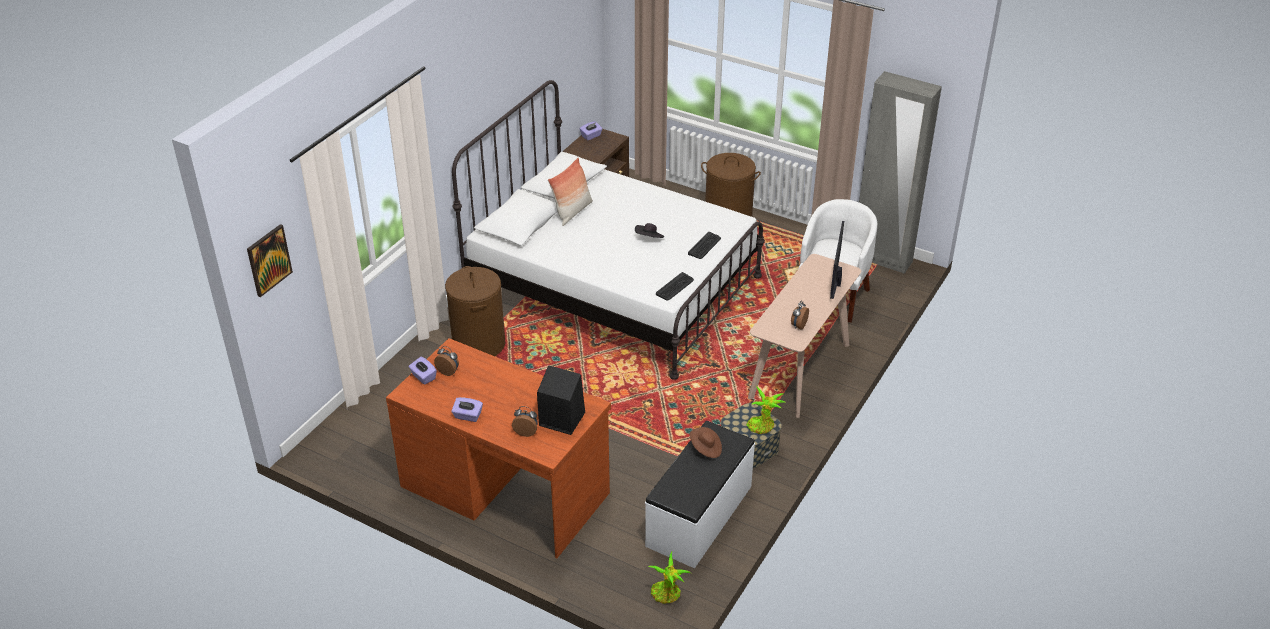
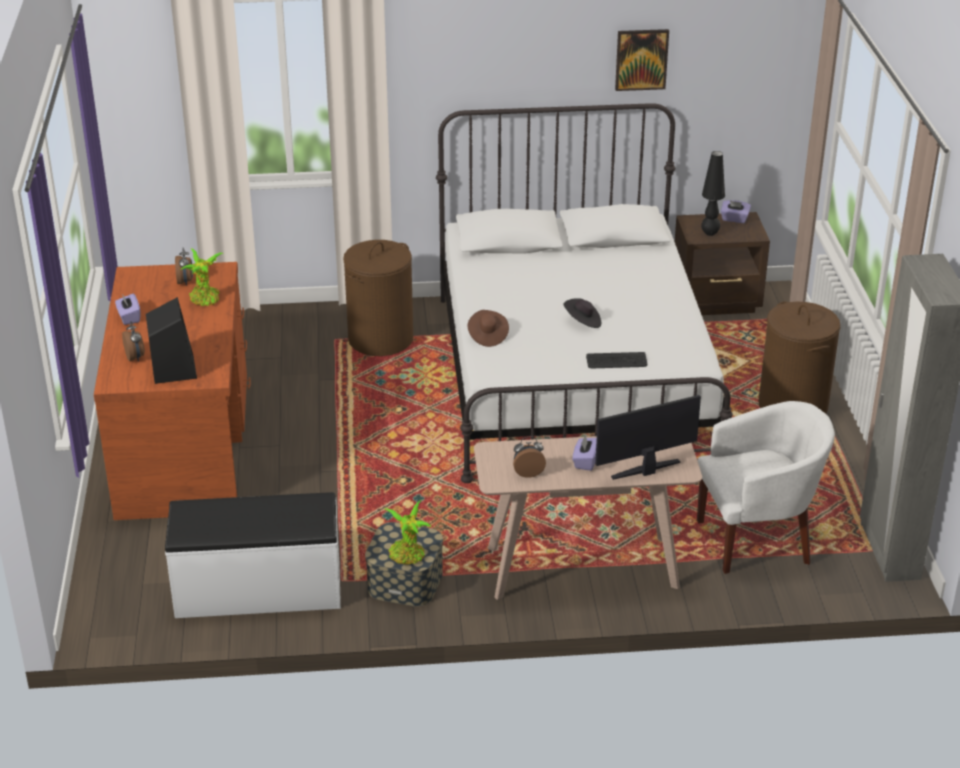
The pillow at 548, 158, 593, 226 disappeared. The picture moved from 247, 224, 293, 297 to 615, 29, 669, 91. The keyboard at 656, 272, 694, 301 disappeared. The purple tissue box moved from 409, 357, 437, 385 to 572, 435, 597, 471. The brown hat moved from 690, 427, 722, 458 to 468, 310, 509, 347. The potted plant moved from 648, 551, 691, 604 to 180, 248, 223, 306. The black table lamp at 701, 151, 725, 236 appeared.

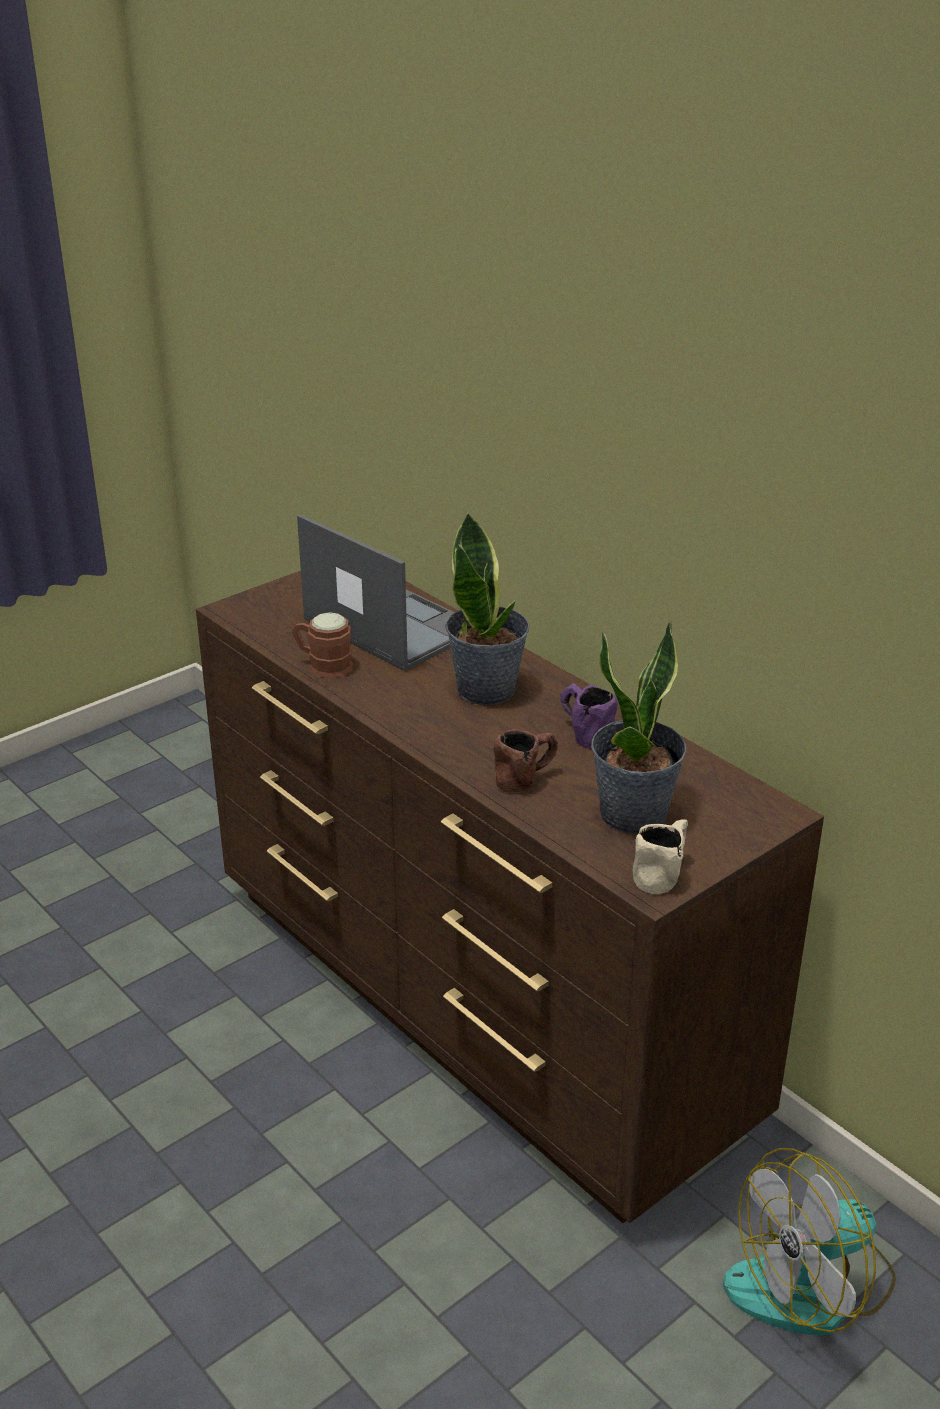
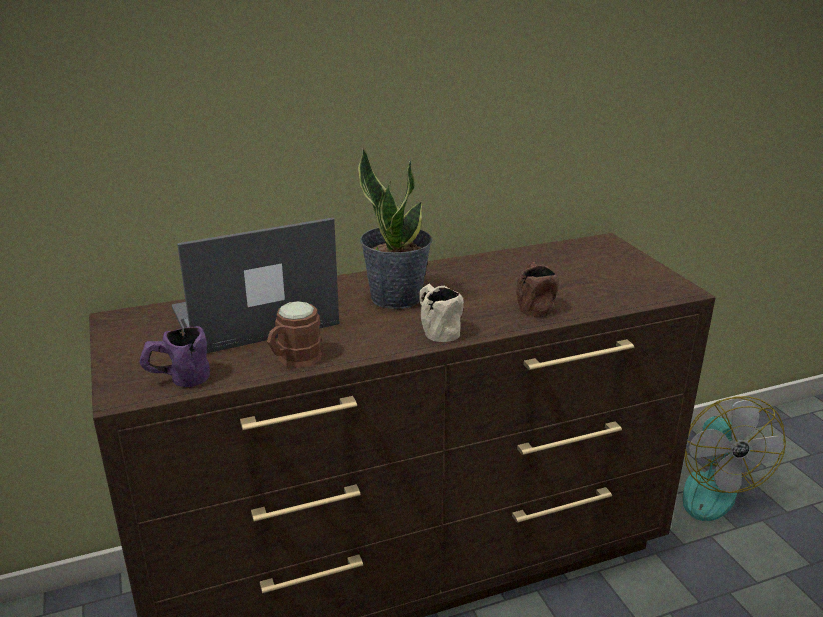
The potted plant at 591, 620, 687, 834 disappeared. The purple mug moved from 560, 683, 618, 749 to 140, 326, 210, 387. The beige mug moved from 633, 819, 688, 894 to 419, 283, 464, 342.

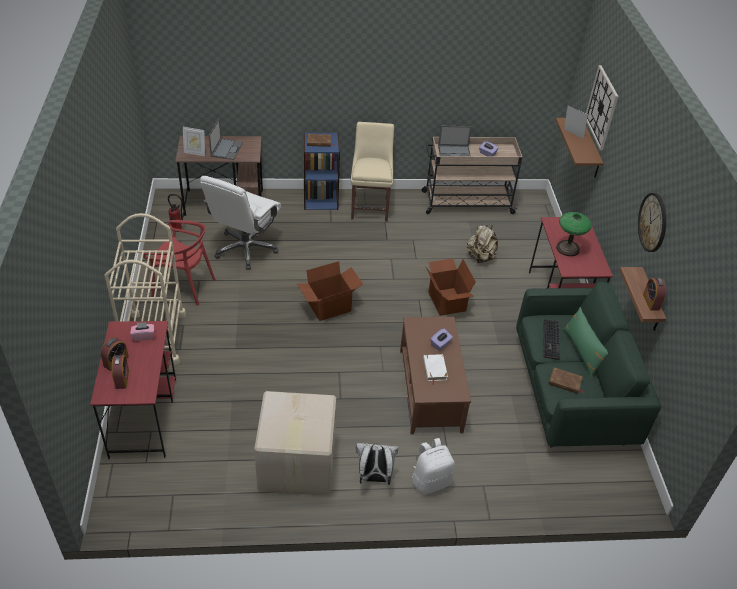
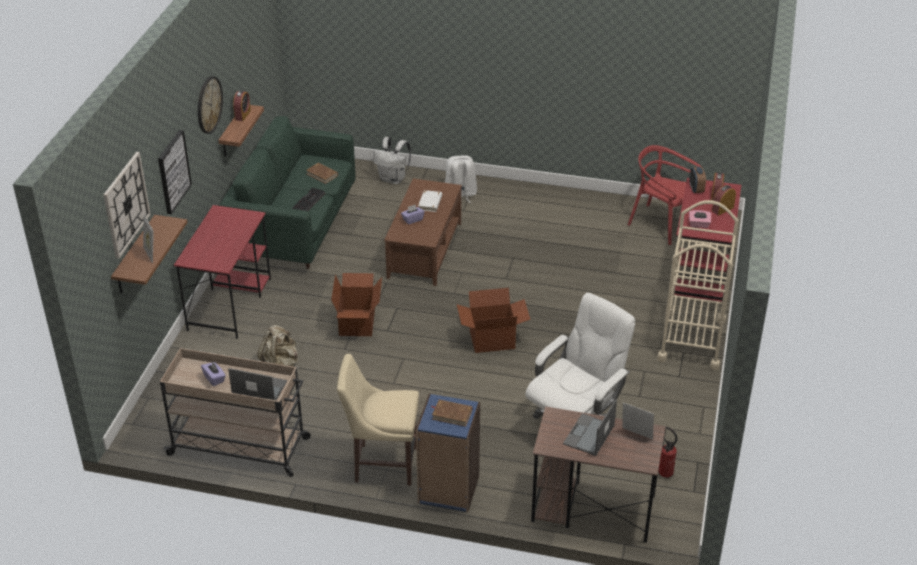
The beige chair at 351, 122, 394, 222 turned 75 degrees clockwise. The table lamp at 556, 212, 592, 257 disappeared. The red chair moved from 143, 220, 216, 306 to 628, 145, 701, 245. The green pillow at 563, 307, 608, 378 disappeared. The cardboard box at 254, 391, 336, 496 disappeared. The white backpack moved from 356, 443, 398, 485 to 373, 137, 411, 184. The picture at 158, 130, 192, 214 appeared. The alarm clock at 689, 167, 706, 193 appeared.

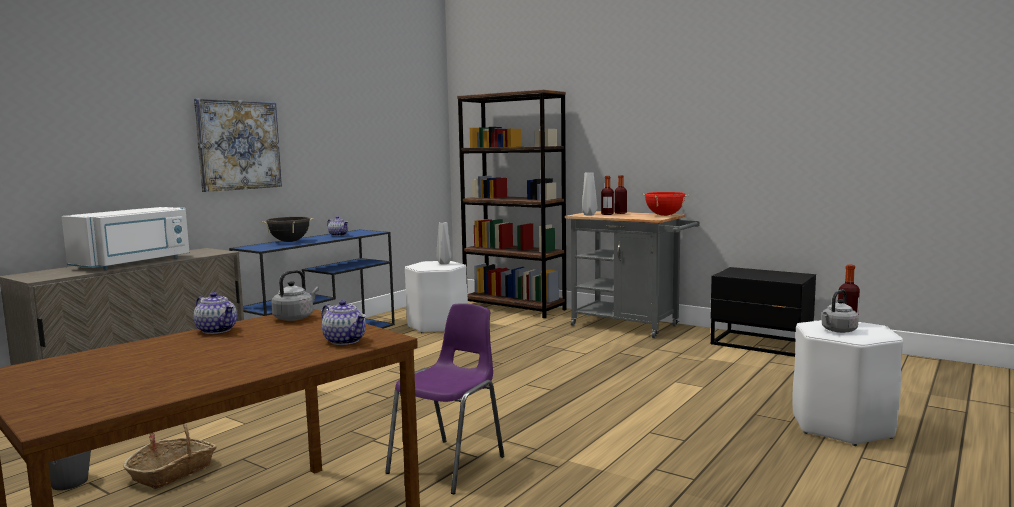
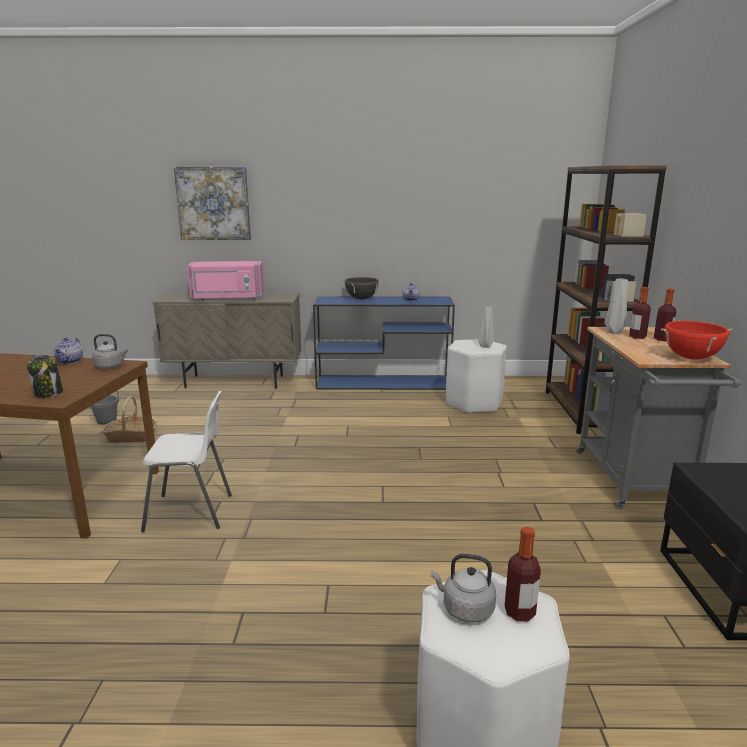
The picture moved from 194, 99, 282, 192 to 174, 167, 251, 240. The white microwave at 61, 207, 190, 270 became the pink microwave at 187, 261, 264, 300. The teapot at 322, 300, 366, 345 was replaced by the jar at 27, 355, 63, 398. The purple chair at 385, 303, 504, 494 became the white chair at 141, 391, 232, 532.

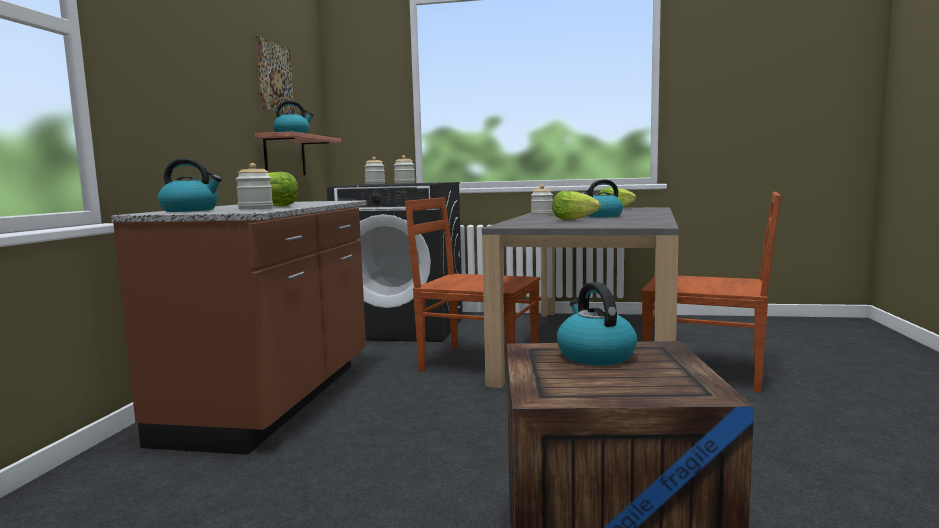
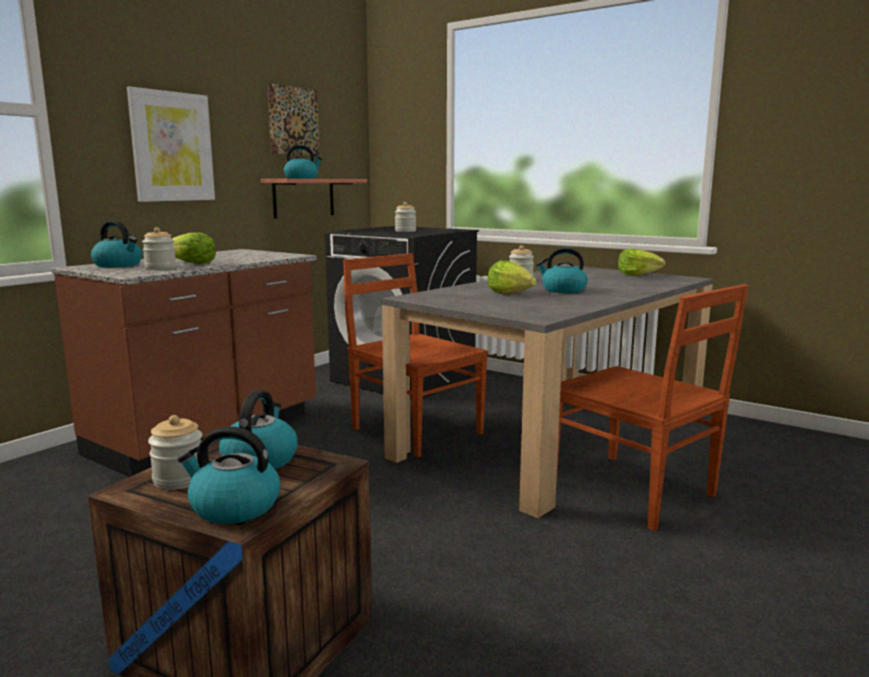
The jar moved from 364, 157, 385, 184 to 148, 415, 202, 490. The picture at 127, 87, 215, 202 appeared. The kettle at 178, 426, 280, 524 appeared.

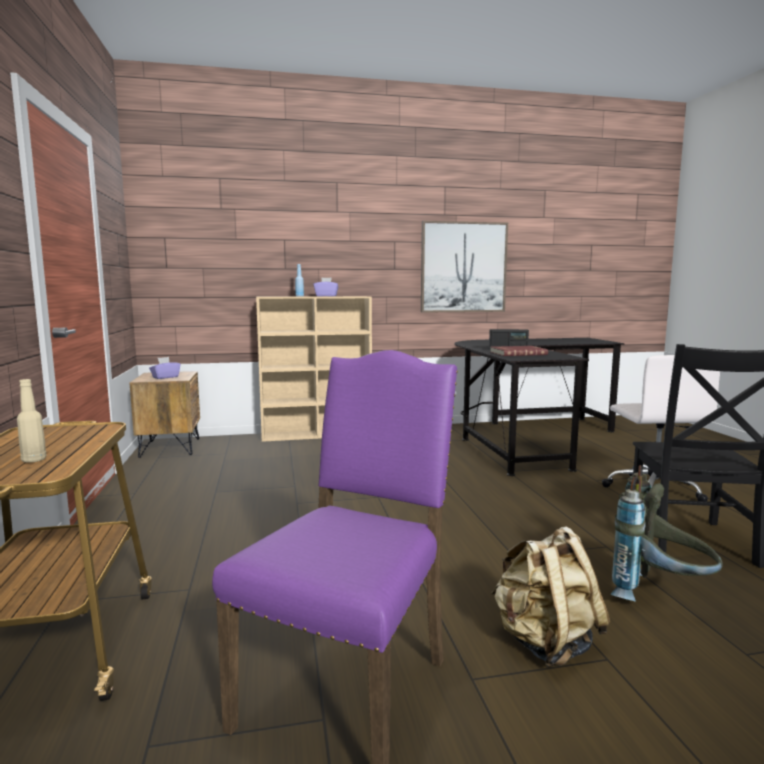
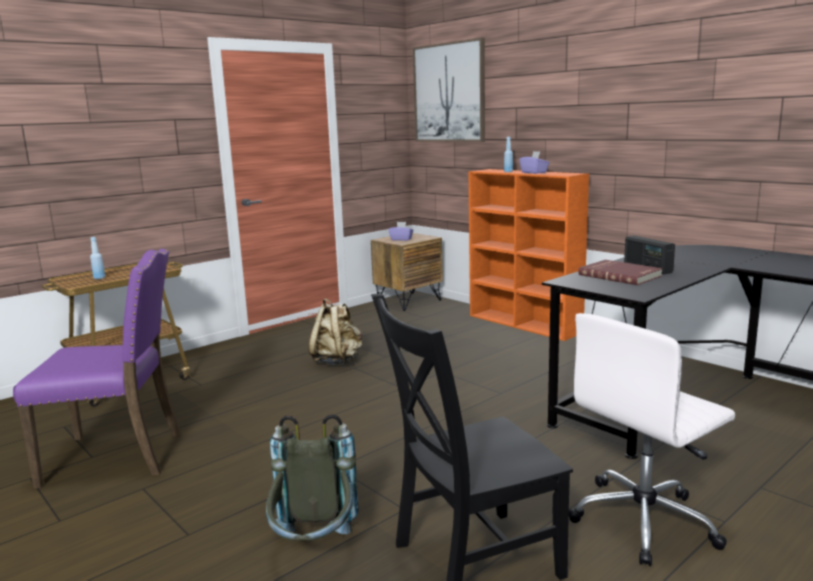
The picture moved from 421, 221, 508, 313 to 413, 38, 485, 142. The beige bookcase at 256, 296, 372, 442 became the orange bookcase at 469, 169, 589, 341. The beige bottle at 17, 379, 47, 463 became the blue bottle at 90, 237, 105, 279. The beige backpack moved from 491, 526, 610, 667 to 308, 299, 362, 365.

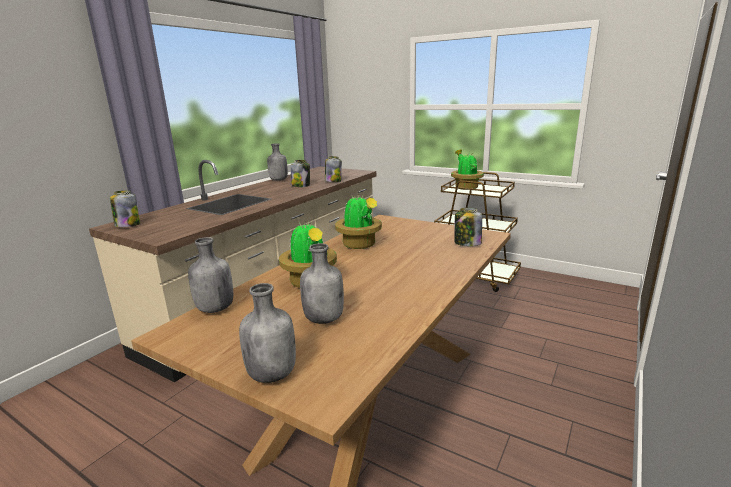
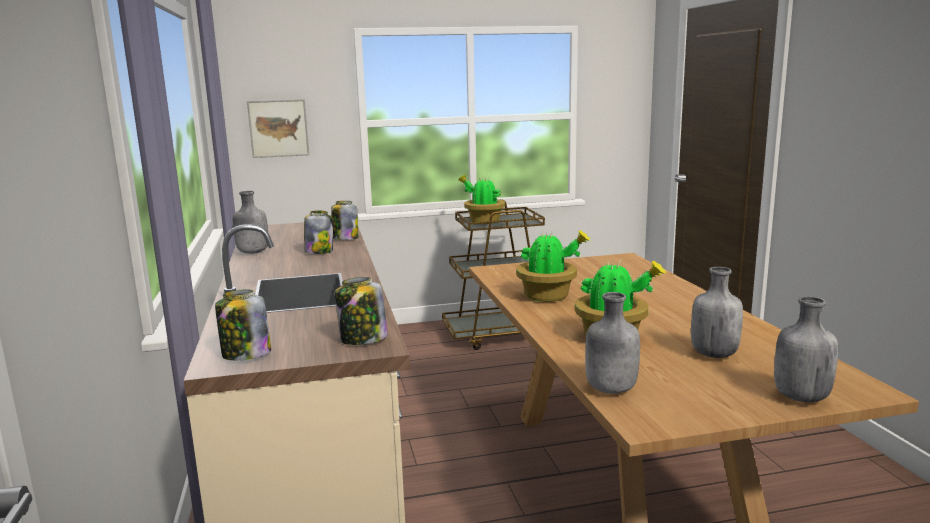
The jar moved from 454, 208, 482, 246 to 335, 277, 388, 345. The picture at 247, 99, 309, 158 appeared.

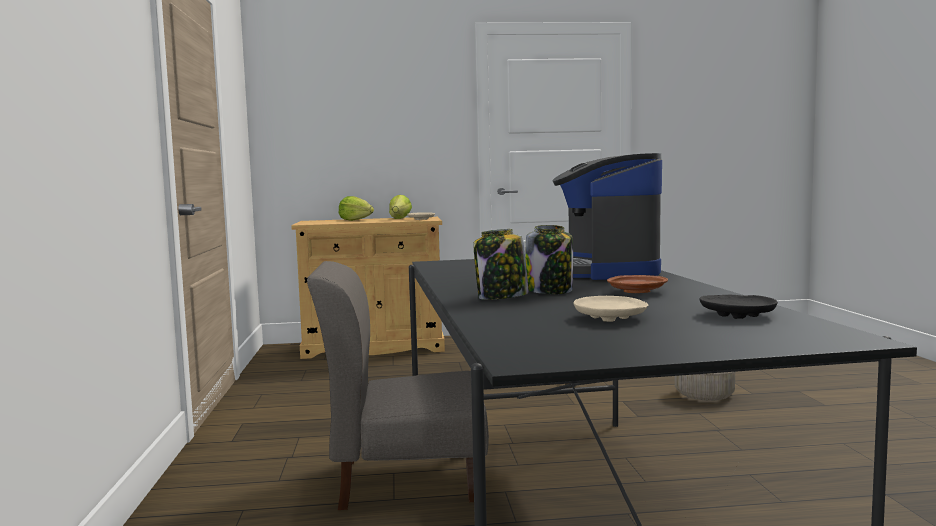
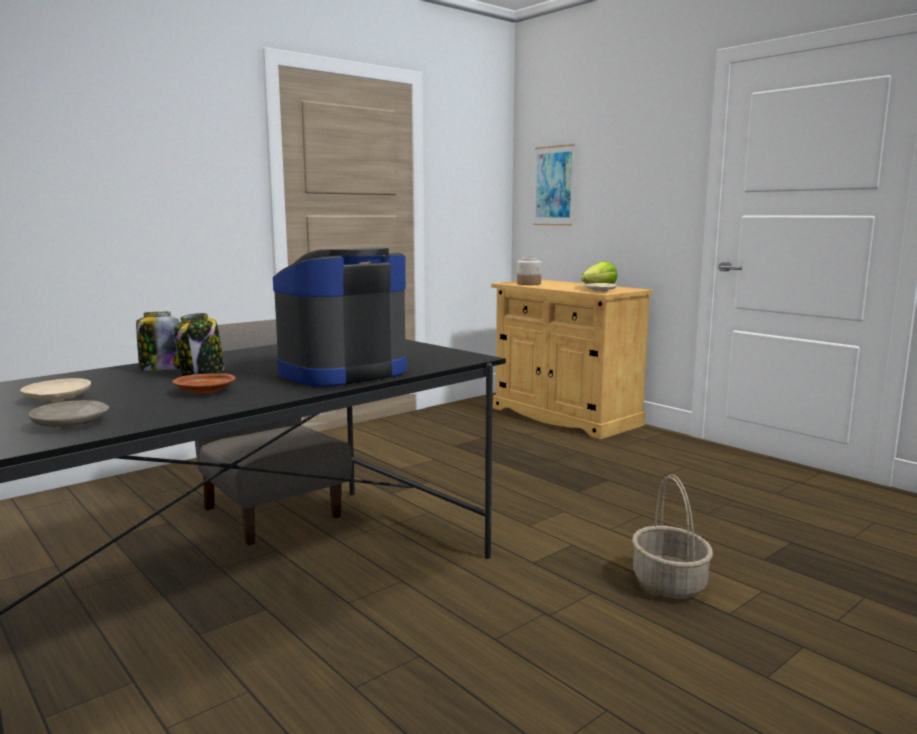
The lettuce at 339, 196, 374, 221 disappeared. The black plate at 700, 295, 778, 319 became the beige plate at 28, 400, 109, 429. The picture at 533, 144, 575, 226 appeared. The jar at 517, 257, 542, 285 appeared.

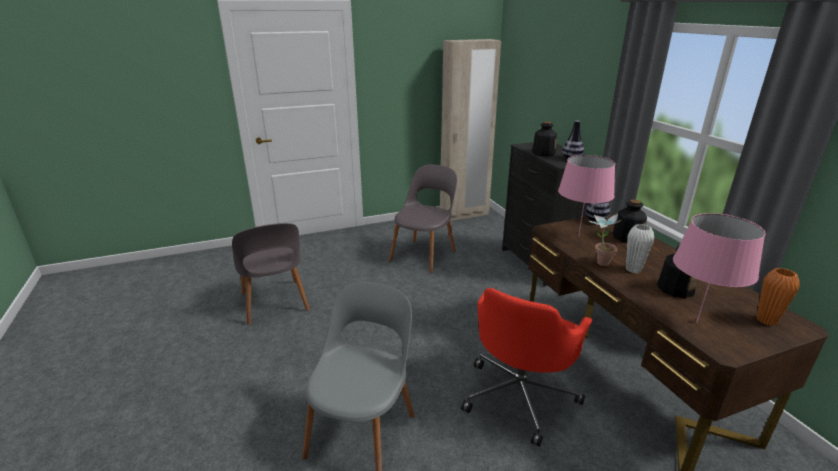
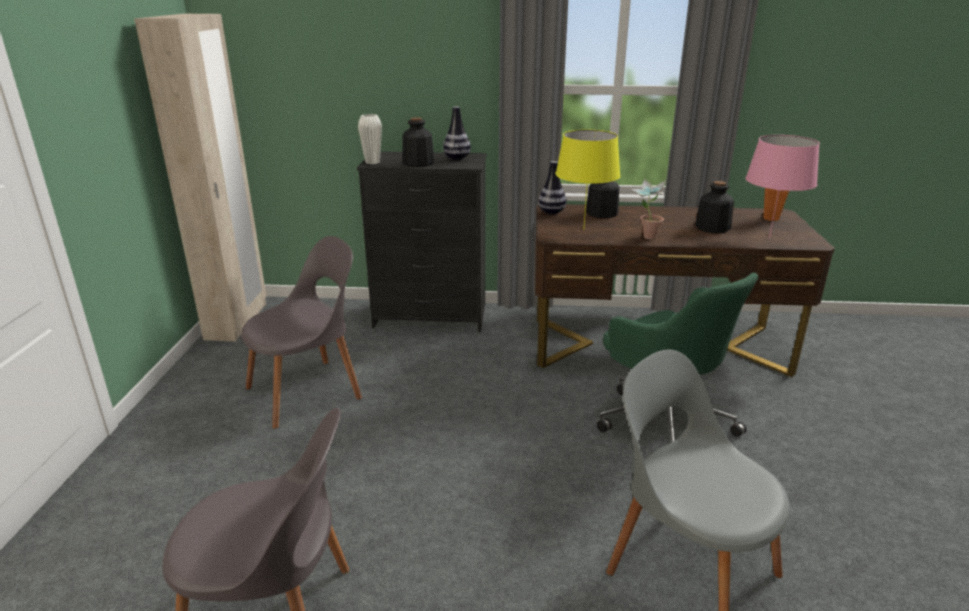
The pink table lamp at 558, 155, 615, 237 became the yellow table lamp at 555, 130, 620, 230. The grey chair at 389, 164, 457, 273 turned 90 degrees clockwise. The white vase moved from 626, 224, 654, 273 to 358, 114, 382, 164. The red office chair at 461, 288, 593, 447 became the green office chair at 597, 272, 758, 443.

